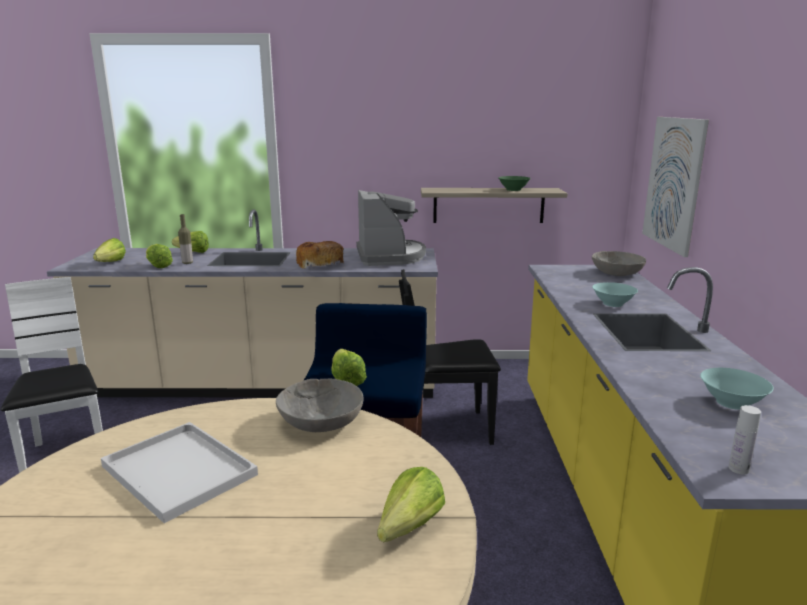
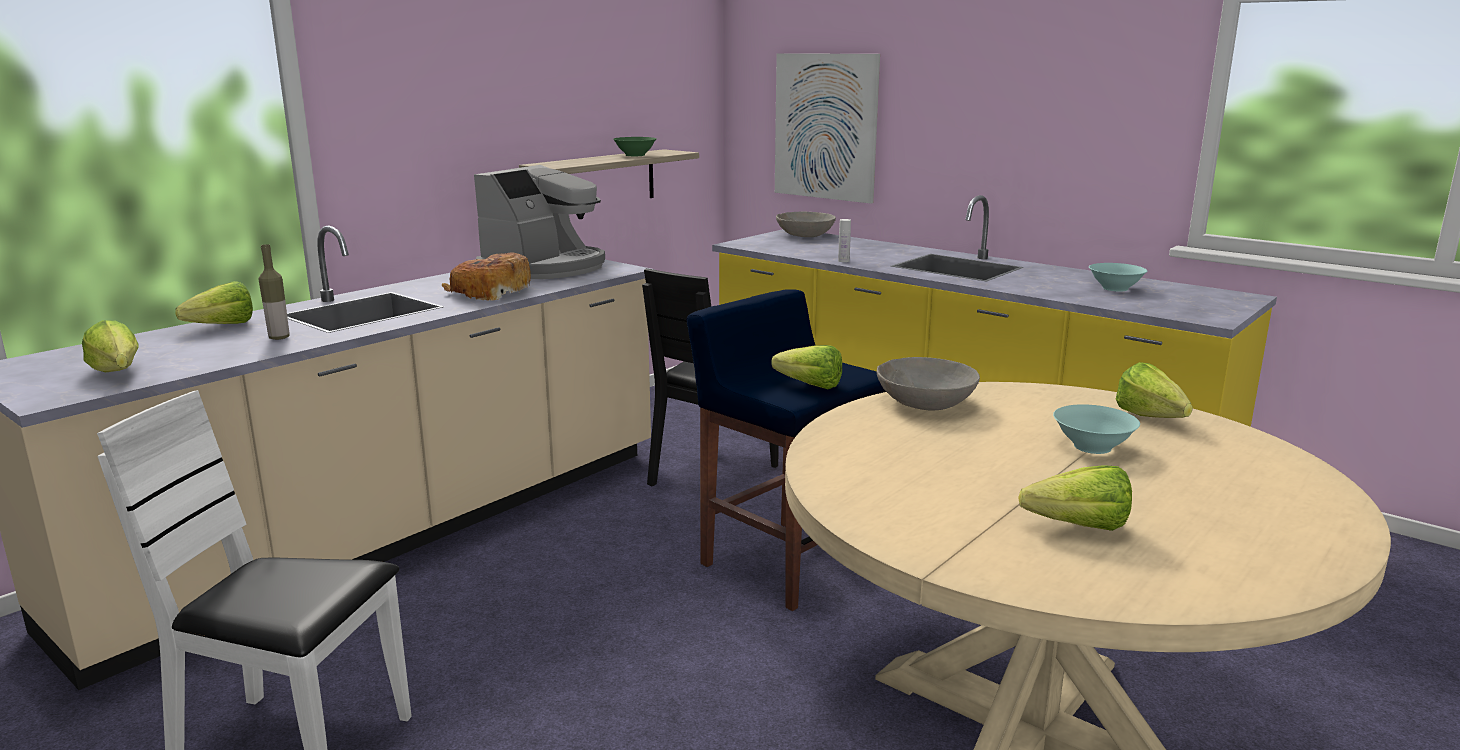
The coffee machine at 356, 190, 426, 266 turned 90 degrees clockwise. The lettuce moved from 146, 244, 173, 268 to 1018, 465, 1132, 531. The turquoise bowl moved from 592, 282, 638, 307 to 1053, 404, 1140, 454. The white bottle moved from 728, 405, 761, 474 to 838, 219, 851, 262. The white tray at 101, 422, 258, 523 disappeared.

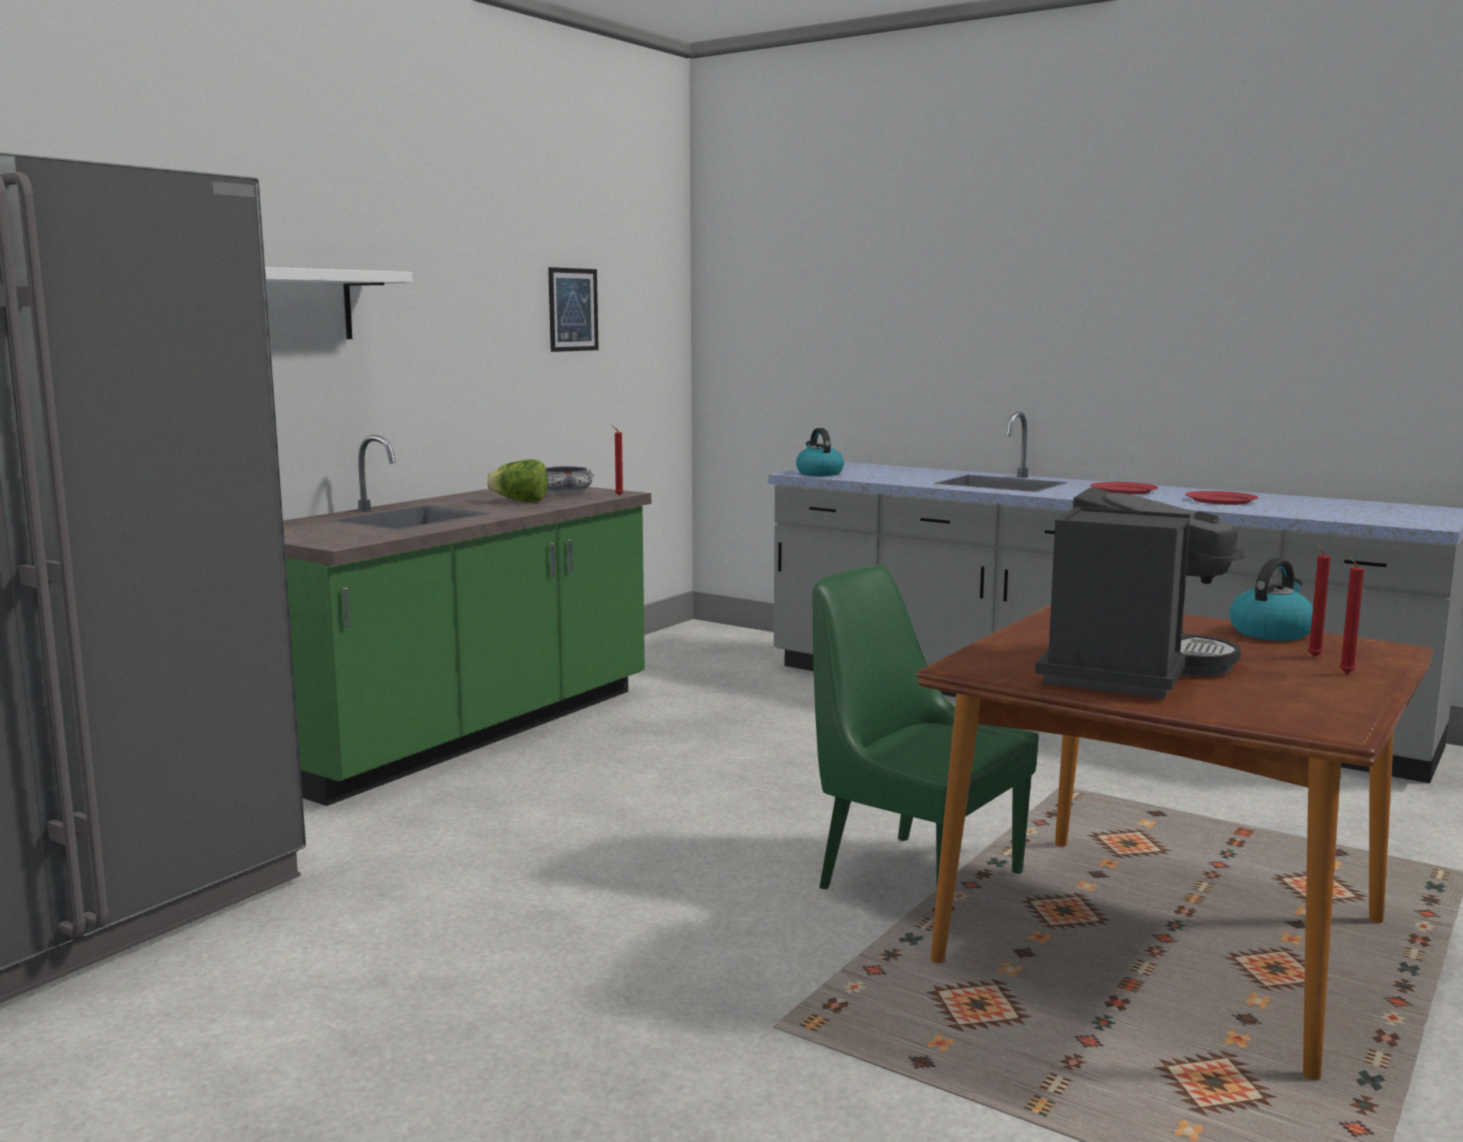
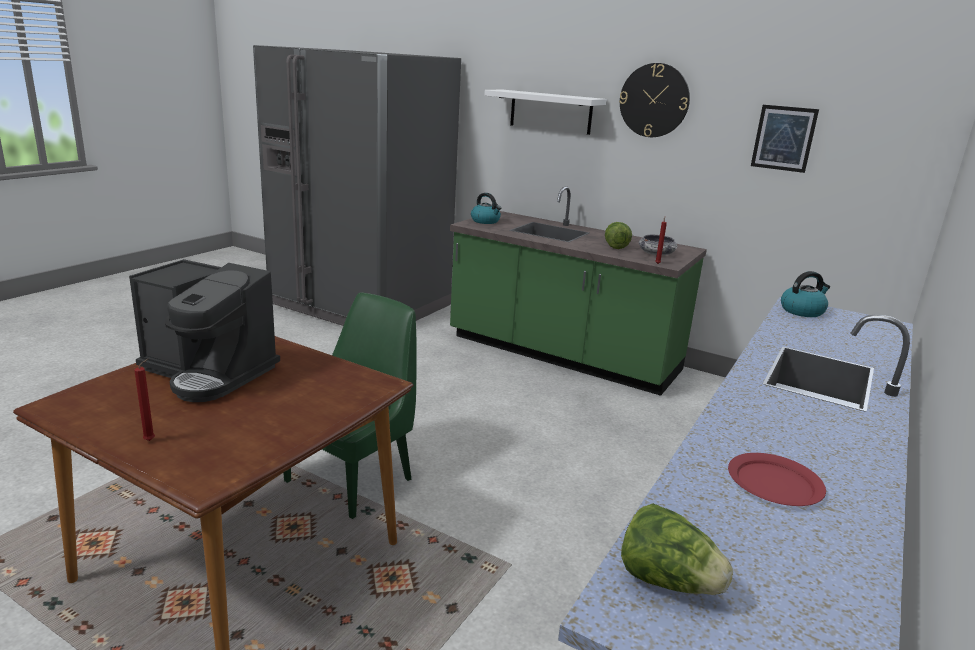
The red plate at 1091, 482, 1158, 494 disappeared. The red candle at 1308, 543, 1330, 657 disappeared. The kettle moved from 1230, 558, 1313, 641 to 471, 193, 501, 224. The wall clock at 619, 63, 690, 137 appeared. The lettuce at 621, 503, 733, 595 appeared.

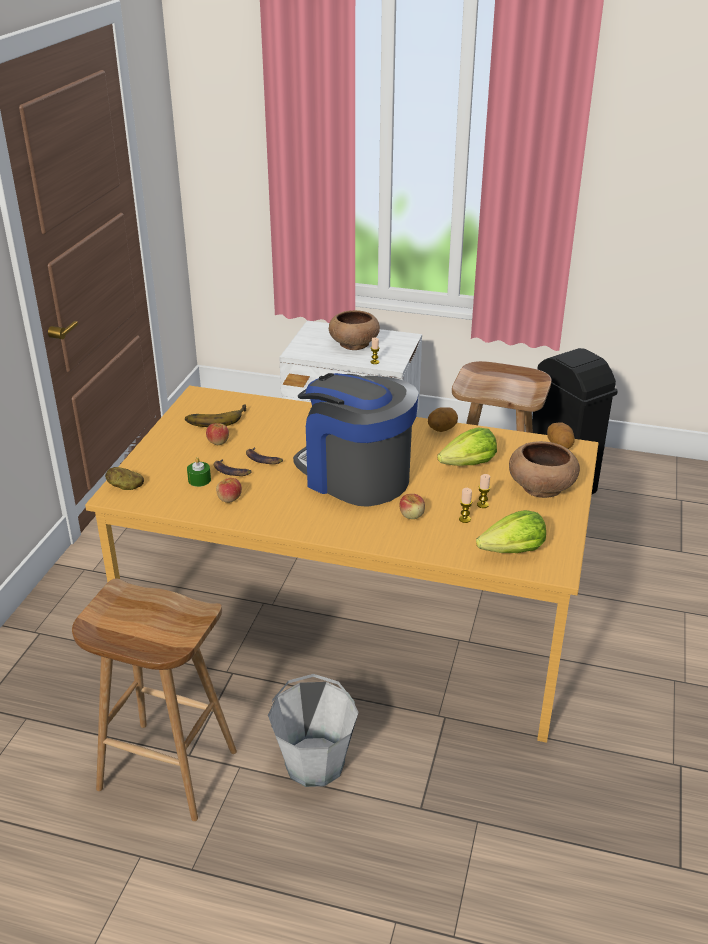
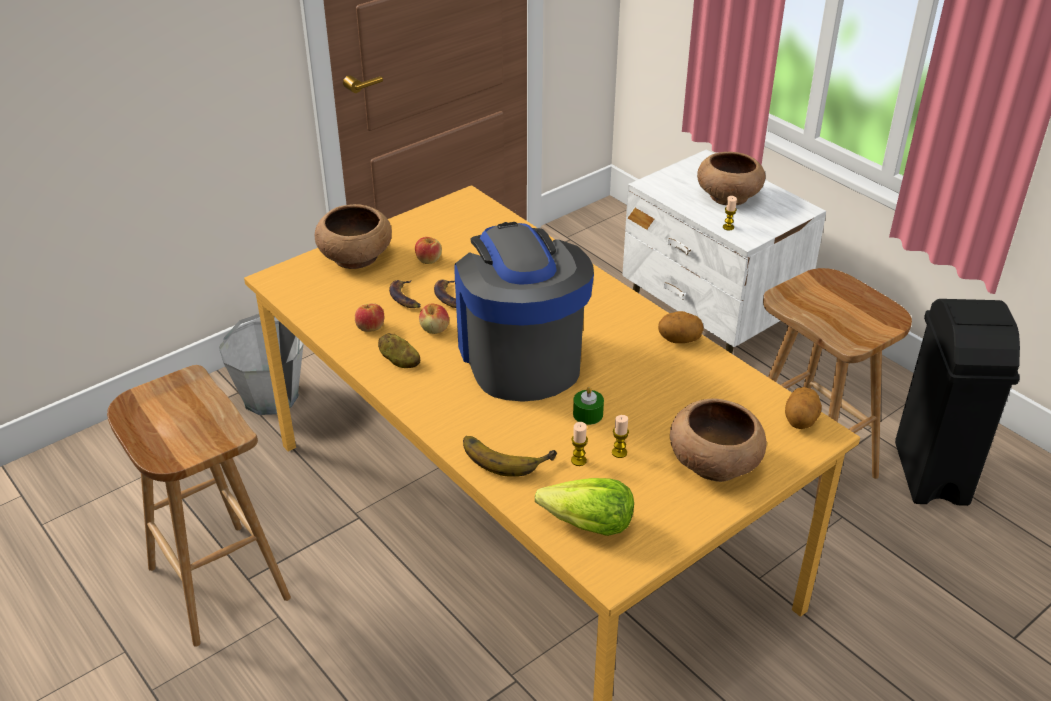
The banana moved from 185, 405, 246, 427 to 463, 436, 557, 477. The lettuce at 437, 427, 497, 466 disappeared. The green candle moved from 187, 457, 211, 487 to 573, 387, 604, 425. The potato moved from 105, 467, 144, 490 to 378, 333, 420, 368. The apple moved from 399, 494, 425, 519 to 419, 303, 449, 334. The grey bucket moved from 268, 674, 359, 787 to 219, 314, 303, 415. The brown bowl at 315, 204, 392, 269 appeared.

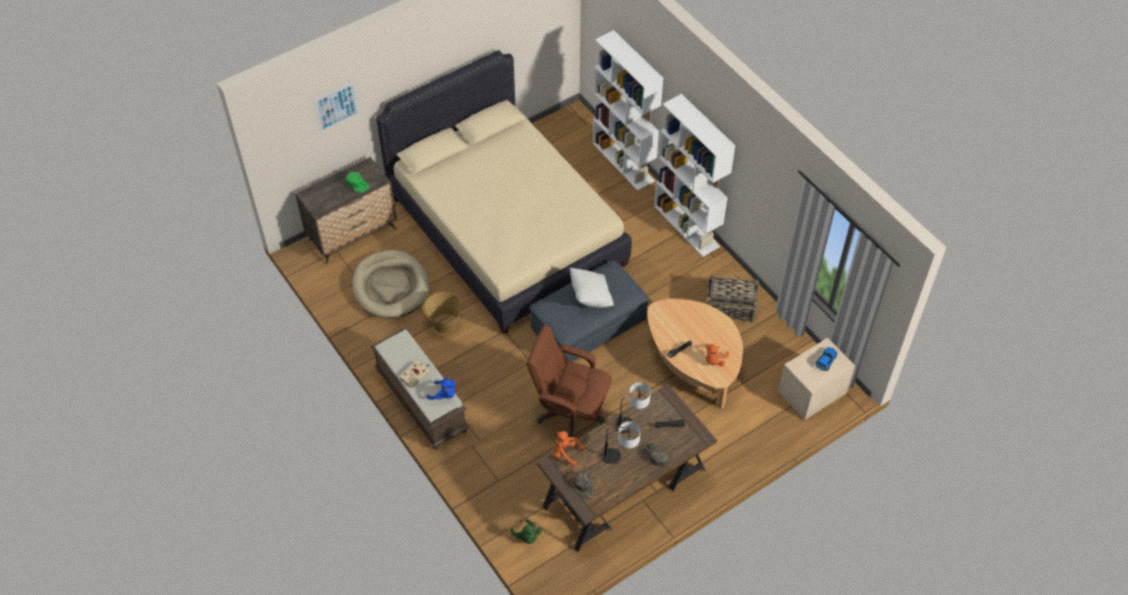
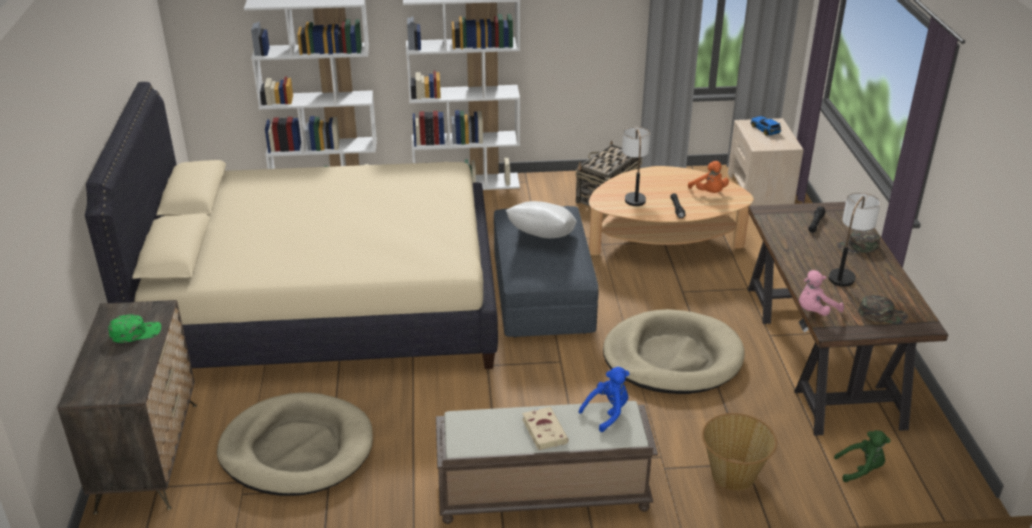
The picture at 314, 82, 359, 132 disappeared. The basket moved from 423, 291, 463, 333 to 702, 413, 777, 491. The brown office chair at 527, 325, 612, 442 was replaced by the beige dog bed at 603, 309, 744, 394. The table lamp moved from 615, 382, 651, 433 to 622, 127, 650, 206. The orange plush toy at 554, 431, 585, 466 became the pink plush toy at 799, 270, 844, 316.

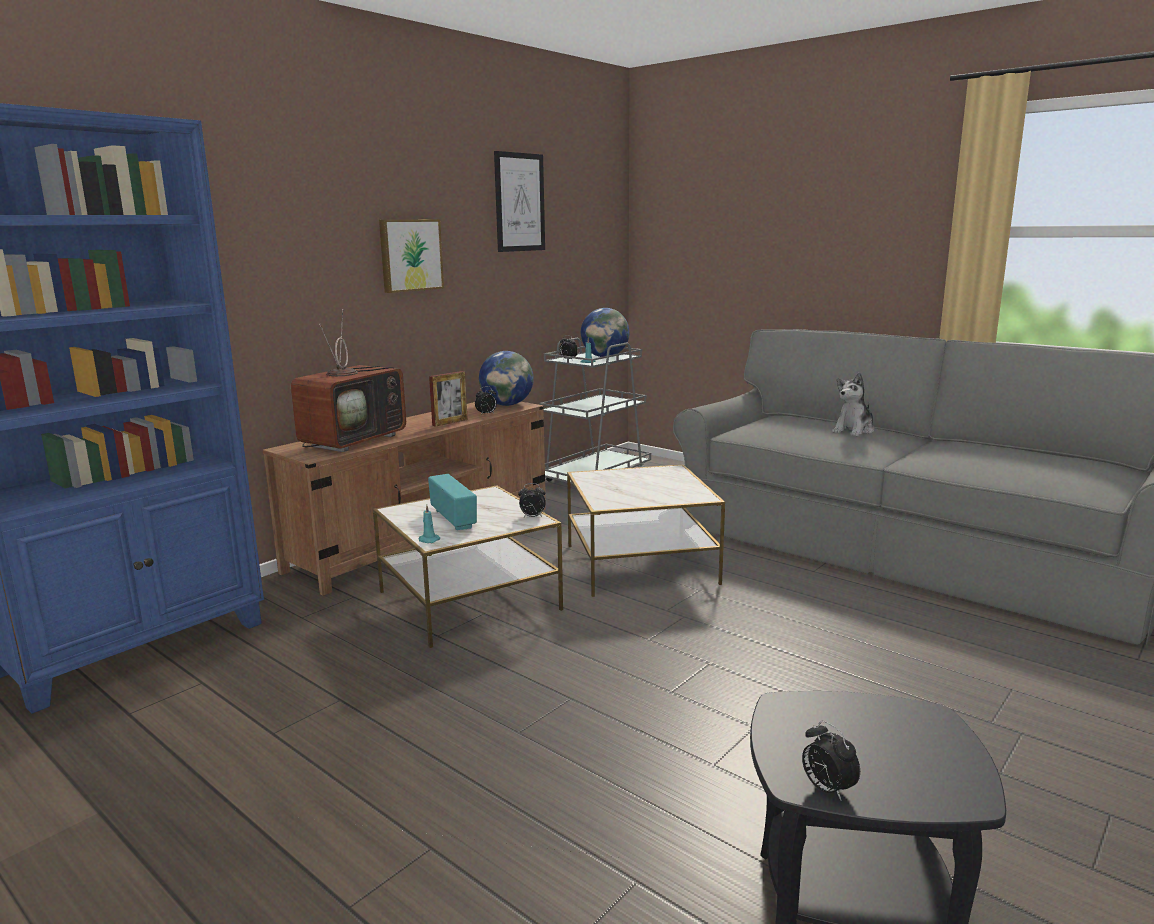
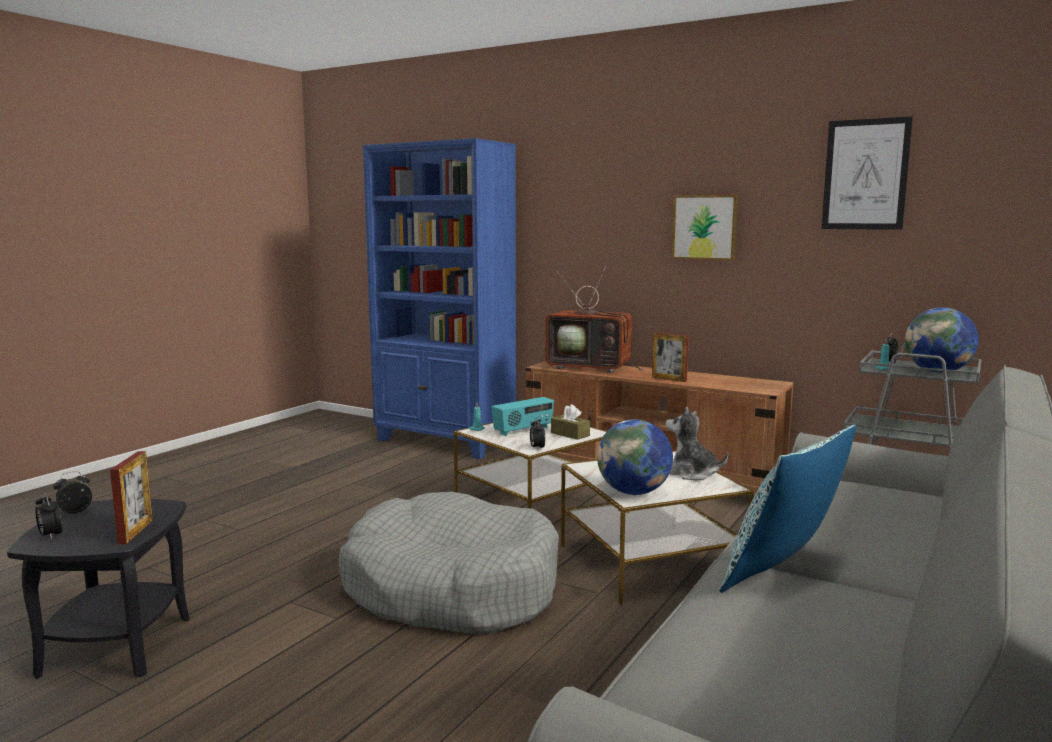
The globe moved from 479, 351, 534, 406 to 597, 419, 673, 495. The plush toy moved from 832, 373, 874, 436 to 666, 407, 728, 480. The alarm clock moved from 475, 386, 497, 415 to 35, 492, 62, 540. The brown tissue box at 551, 404, 590, 440 appeared. The pillow at 719, 424, 857, 593 appeared. The picture frame at 110, 451, 153, 544 appeared. The grey dog bed at 338, 492, 559, 635 appeared.

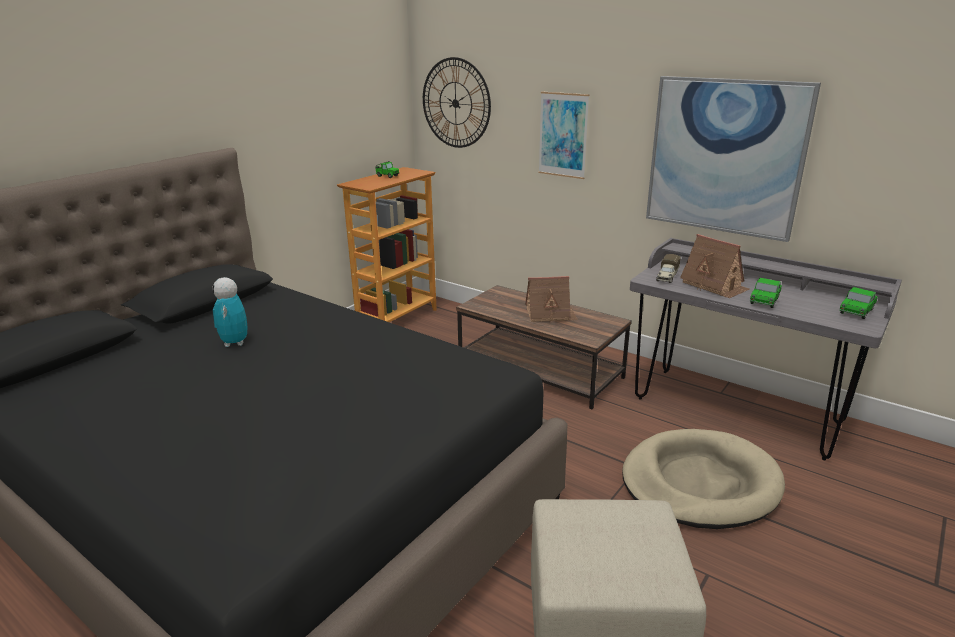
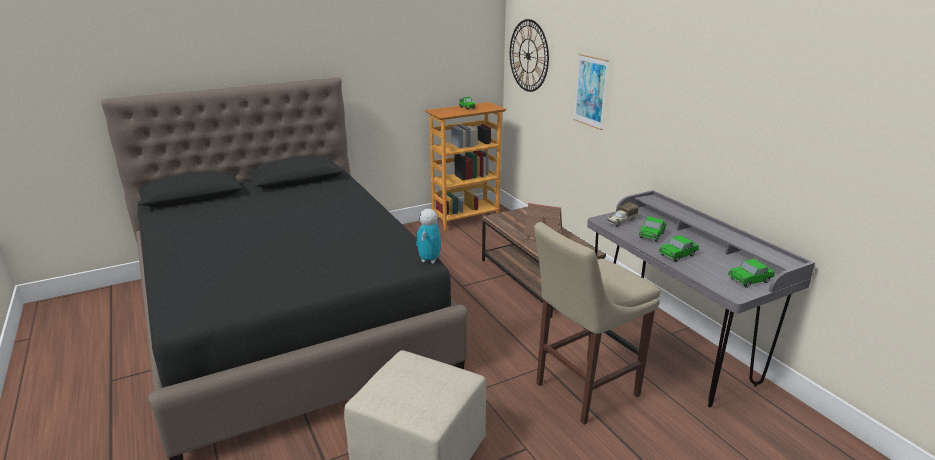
The picture at 646, 76, 821, 242 disappeared. The toy house at 680, 234, 750, 298 was replaced by the toy car at 639, 216, 667, 242. The toy robot moved from 212, 277, 247, 347 to 416, 209, 441, 263. The beige dog bed at 622, 429, 785, 529 was replaced by the beige stool at 534, 222, 660, 424.

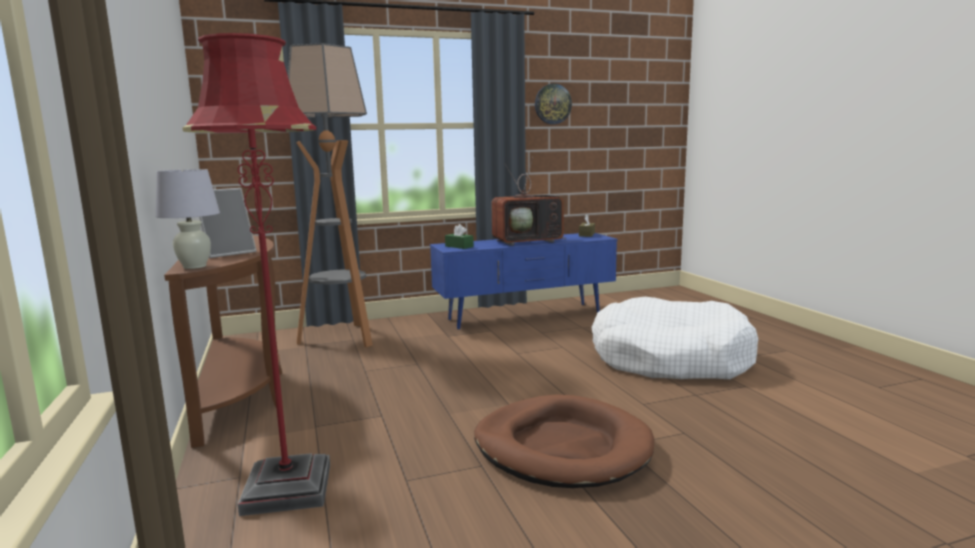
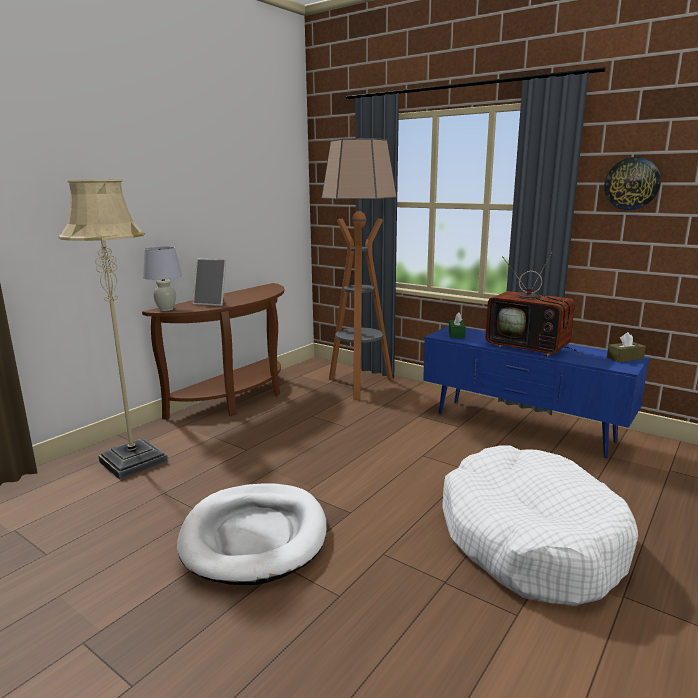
The red floor lamp at 183, 33, 330, 516 became the beige floor lamp at 59, 180, 168, 480. The brown dog bed at 474, 395, 654, 488 became the white dog bed at 177, 483, 327, 585.

